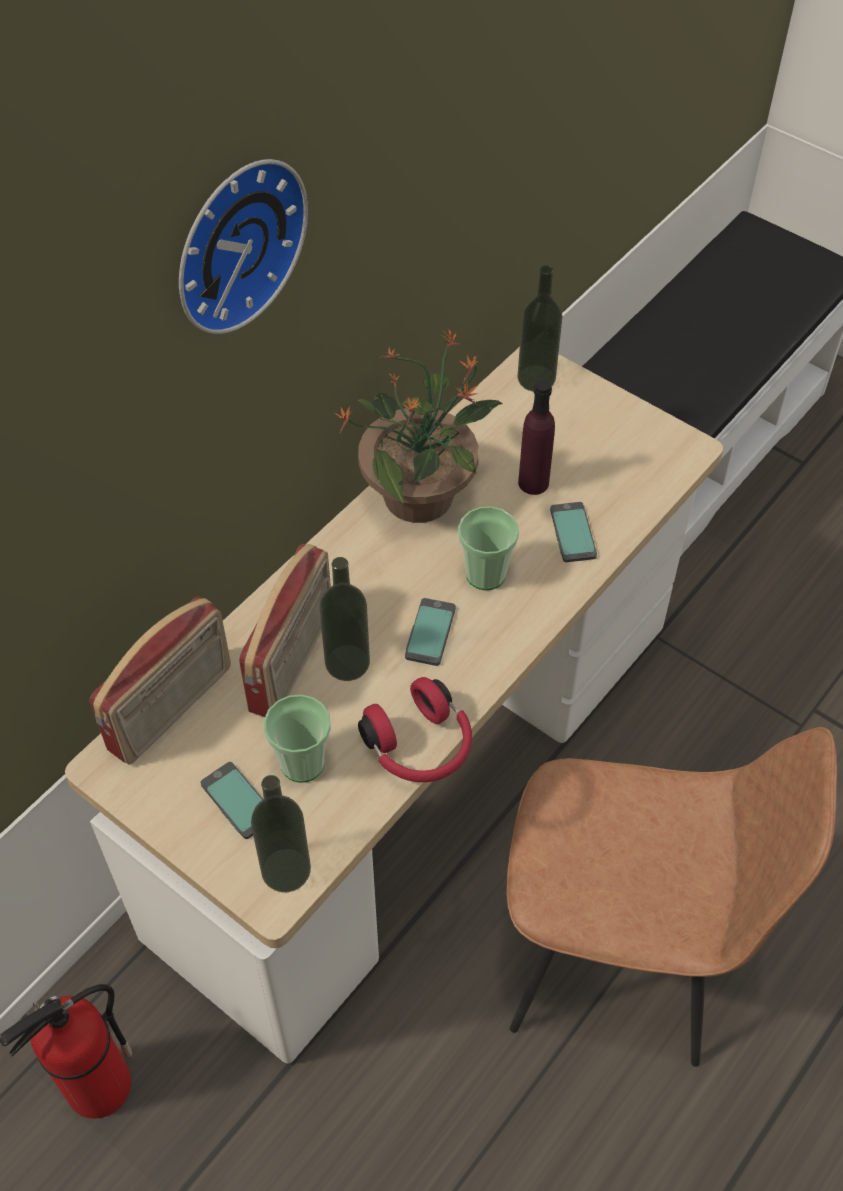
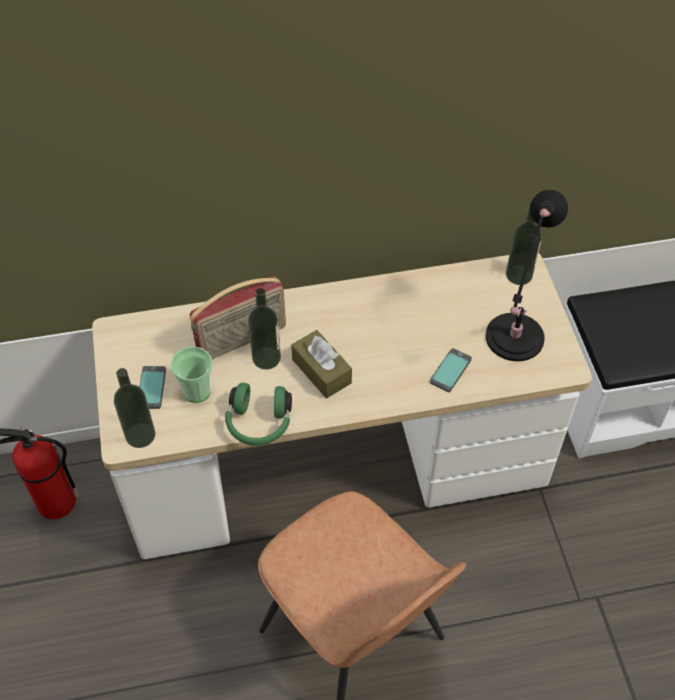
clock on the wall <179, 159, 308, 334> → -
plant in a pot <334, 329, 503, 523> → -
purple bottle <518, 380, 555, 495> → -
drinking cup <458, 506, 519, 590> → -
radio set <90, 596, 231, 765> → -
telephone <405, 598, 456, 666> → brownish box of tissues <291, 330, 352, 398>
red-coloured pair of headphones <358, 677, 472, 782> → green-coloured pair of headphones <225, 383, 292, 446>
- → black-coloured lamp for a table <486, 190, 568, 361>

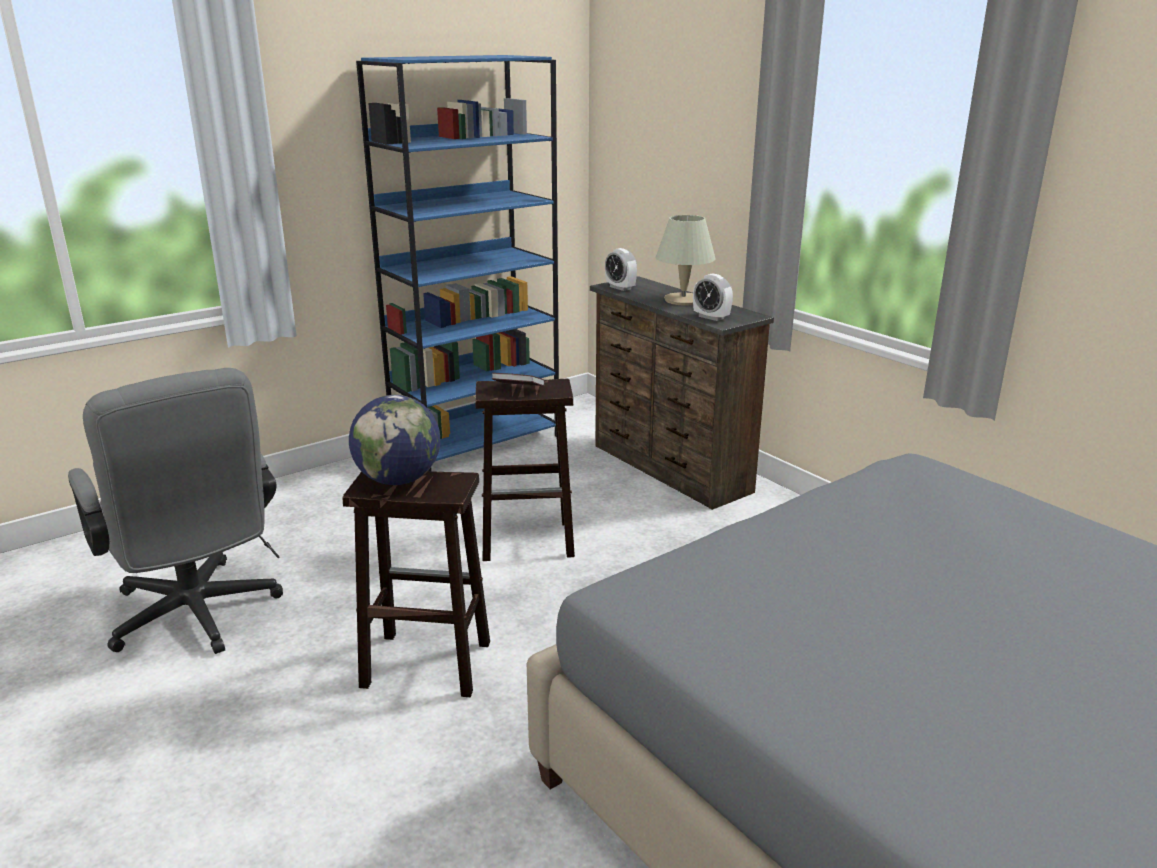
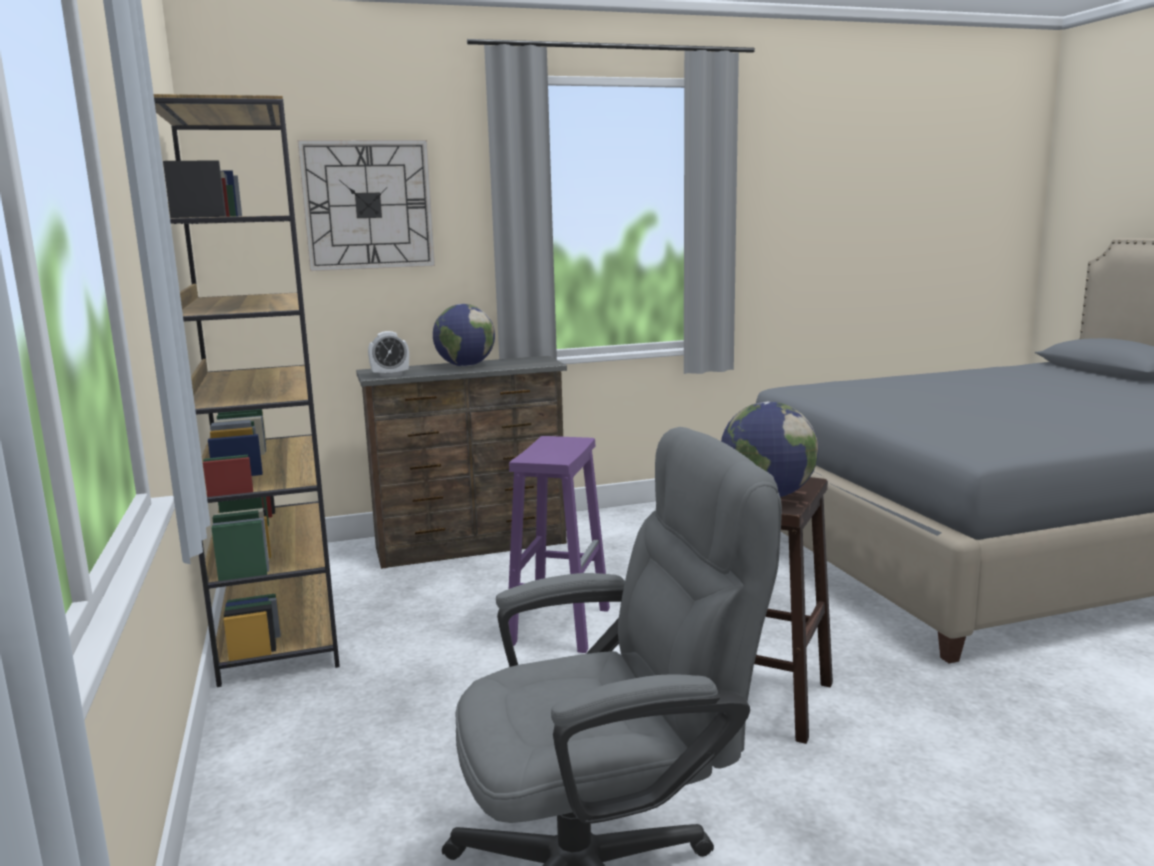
blue-coloured bookshelf <356, 55, 559, 471> → brownish bookshelf <154, 94, 340, 687>
beige lamp for a table <656, 215, 716, 305> → globe <433, 304, 495, 366>
alarm clock <693, 274, 733, 321> → -
bound book <492, 373, 545, 386> → -
brownish stool <475, 379, 575, 561> → purple stool <509, 436, 610, 653>
- → clock on the wall <297, 140, 435, 271>

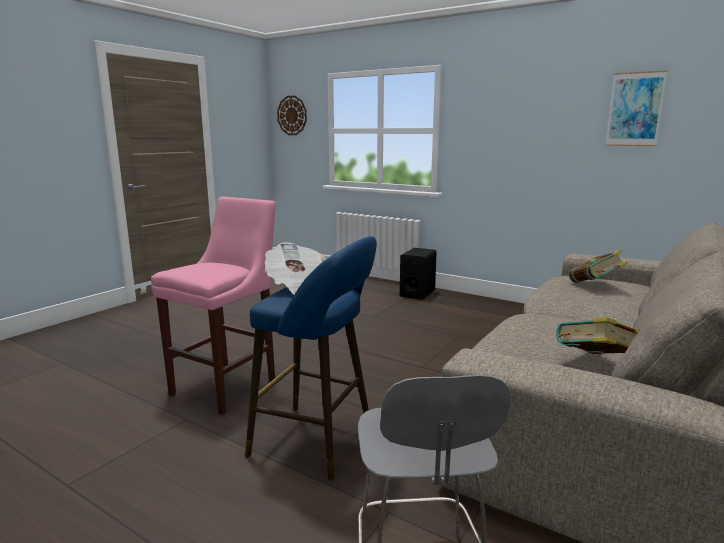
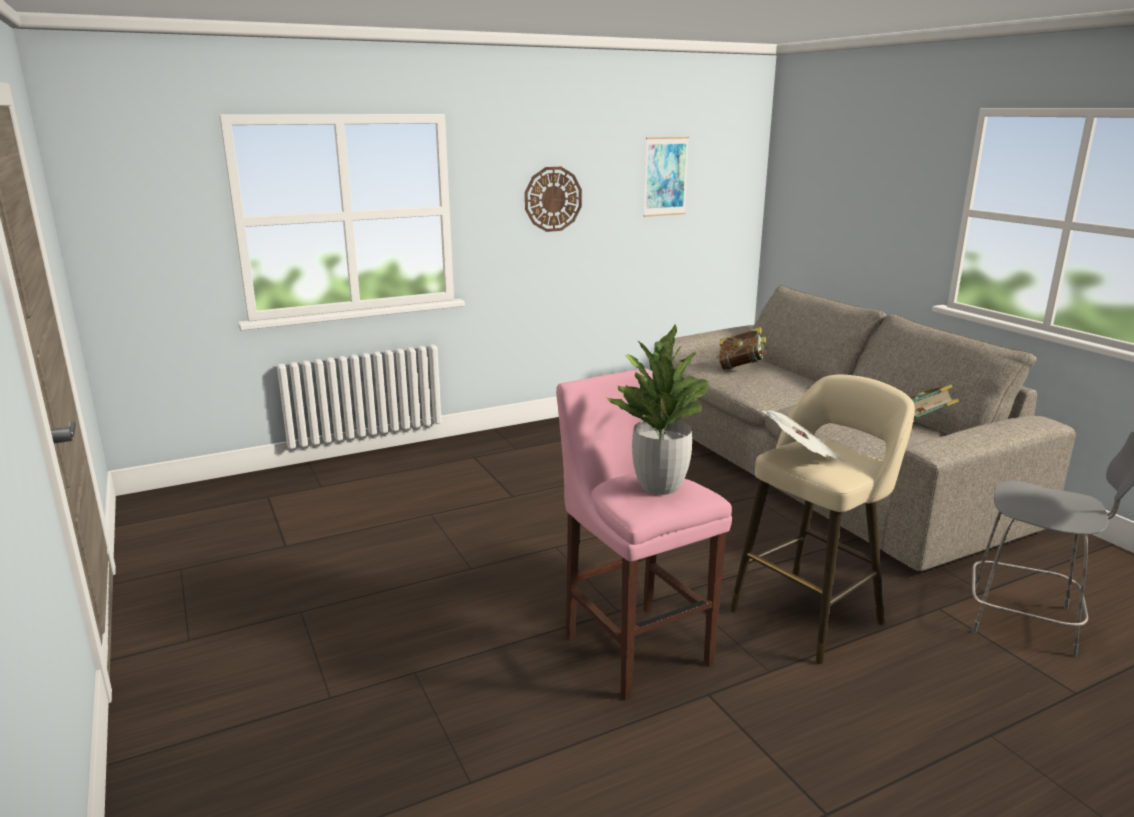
clock on the wall <277, 96, 307, 135> → clock on the wall <525, 167, 582, 232>, move
blue-coloured stool <245, 236, 377, 480> → beige stool <729, 375, 915, 664>
black-coloured loudspeaker <400, 248, 437, 300> → -
- → plant in a pot <605, 324, 710, 495>

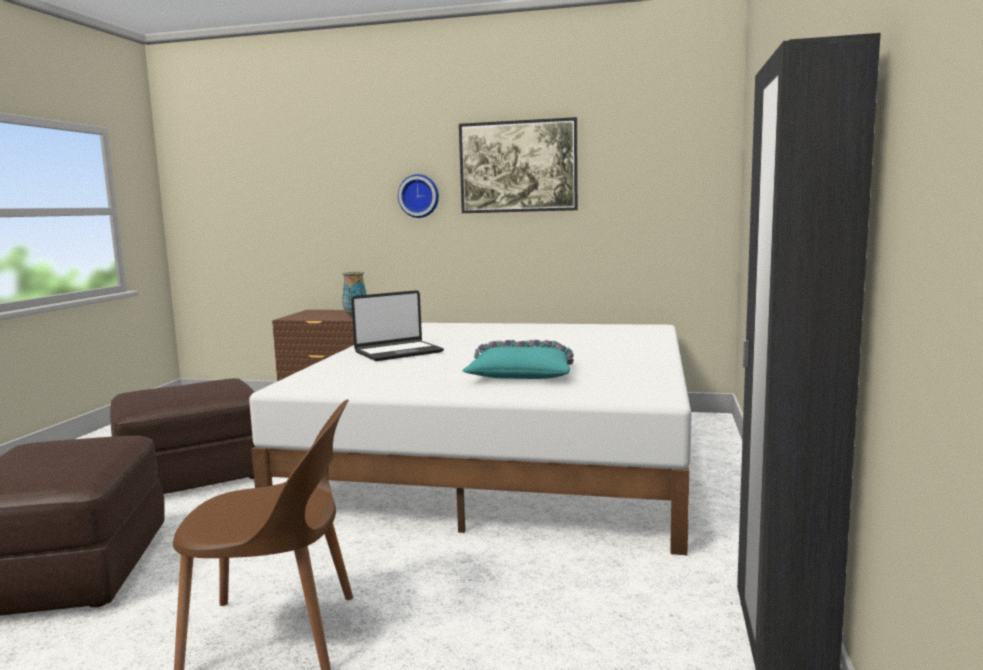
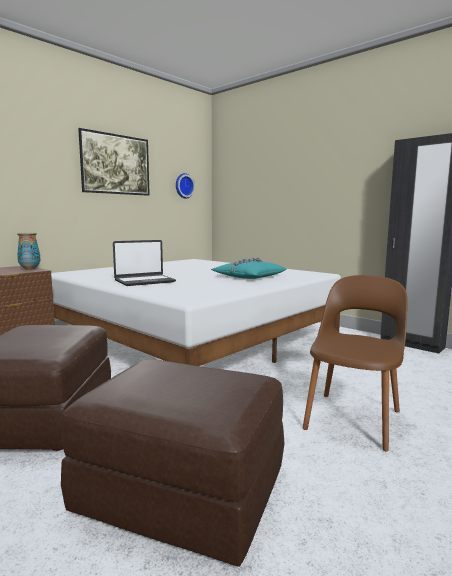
clock on the wall <398, 174, 439, 218> → clock on the wall <176, 173, 195, 199>, move
laptop <351, 290, 444, 361> → laptop <113, 240, 176, 286>, 60 degrees clockwise

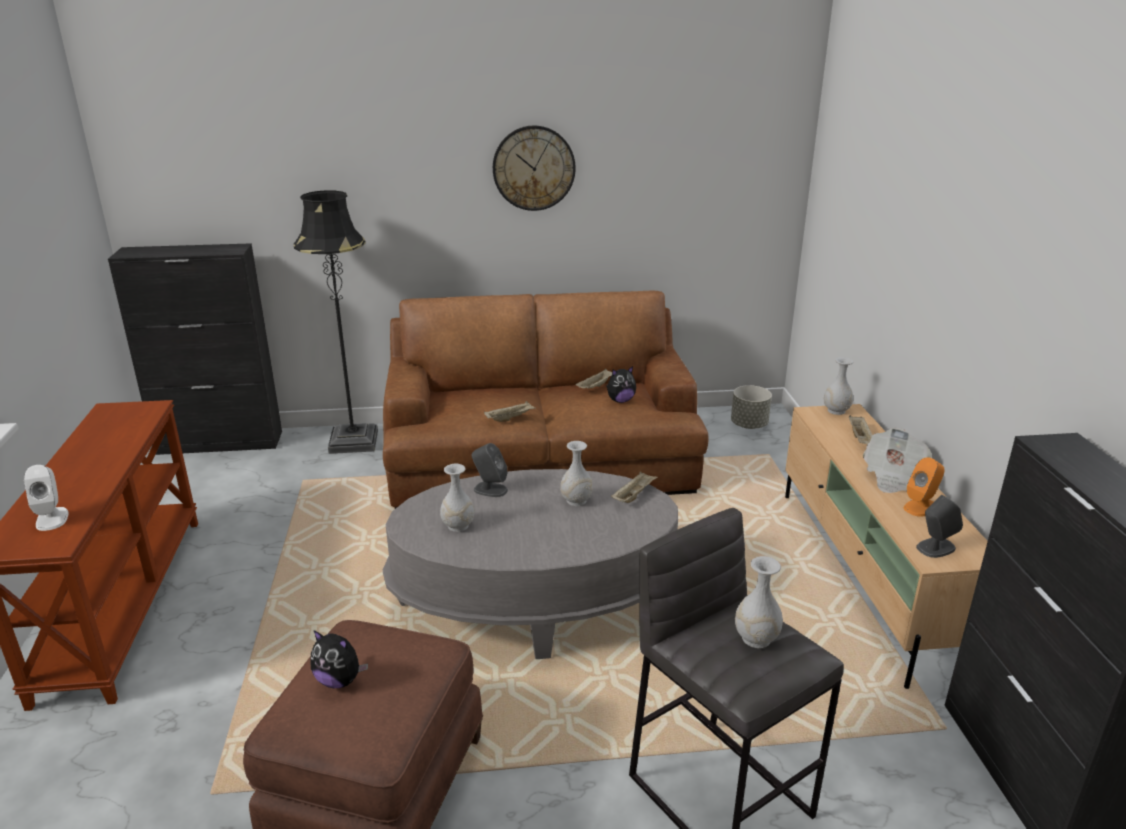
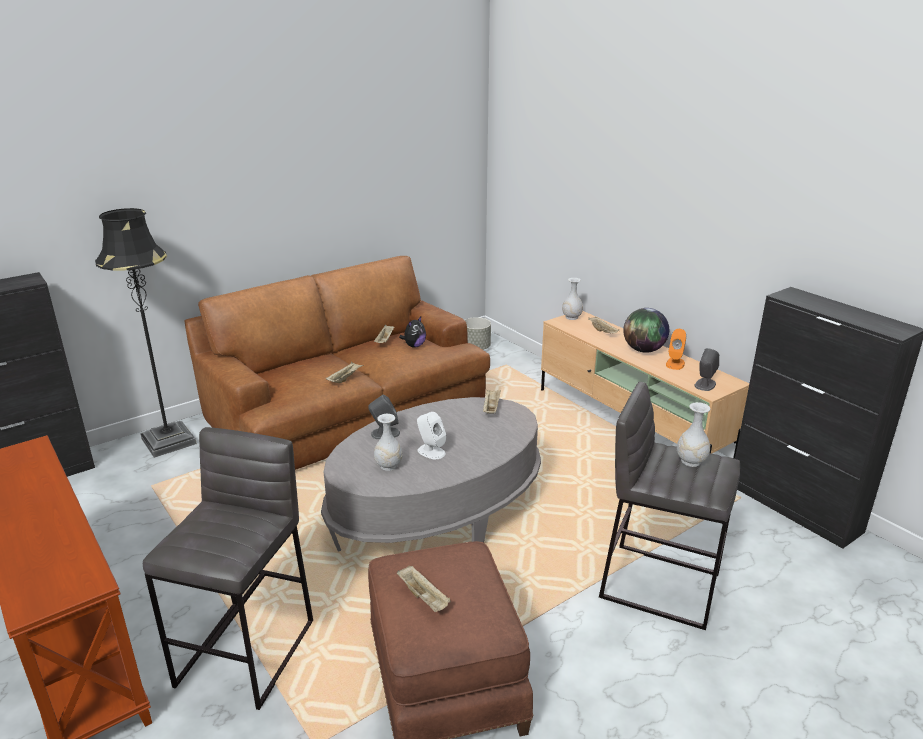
clock on the wall <493, 125, 576, 211> → -
daily paper <863, 428, 932, 493> → globe <623, 308, 669, 353>
whitish decorative vase <560, 441, 593, 506> → -
whitish loudspeaker <24, 465, 69, 531> → whitish loudspeaker <417, 412, 446, 460>, move
soft toy <311, 630, 368, 688> → beige serving tray <397, 566, 451, 612>
- → gray stool <143, 427, 313, 710>

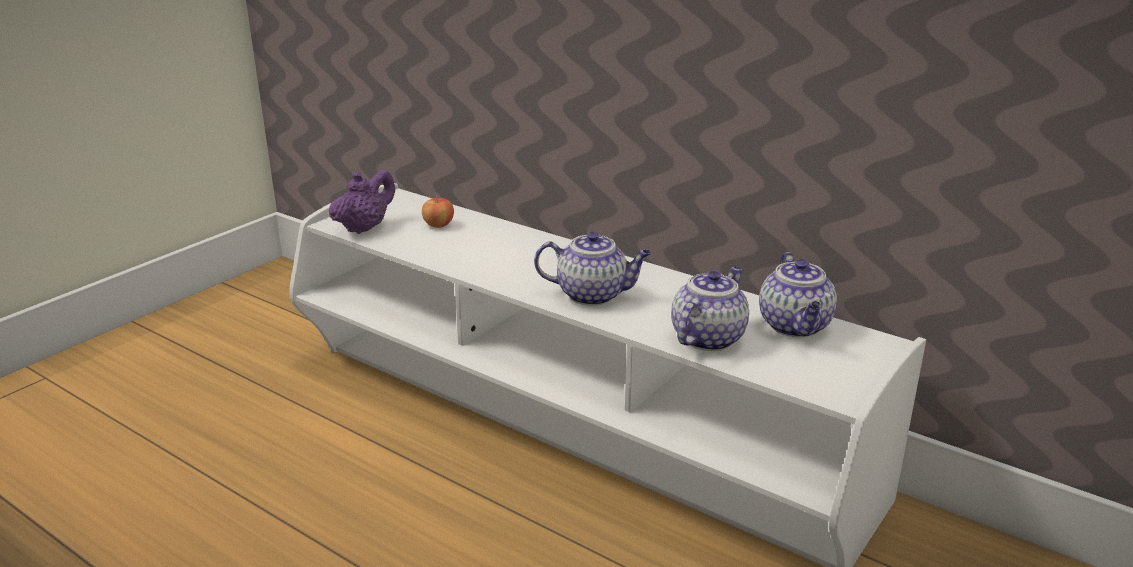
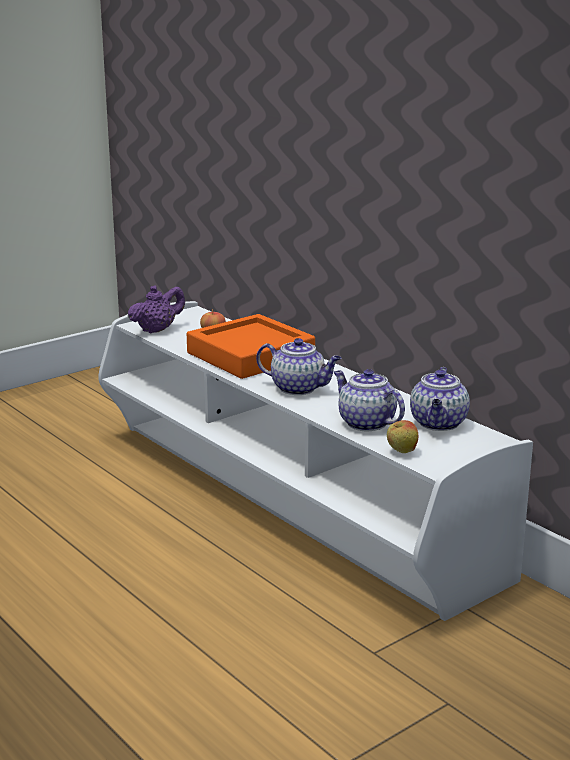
teapot <671, 266, 749, 351> → teapot <334, 369, 405, 431>, 90 degrees counterclockwise
- → orangey serving tray <187, 314, 315, 379>
- → whole apple <387, 420, 418, 453>

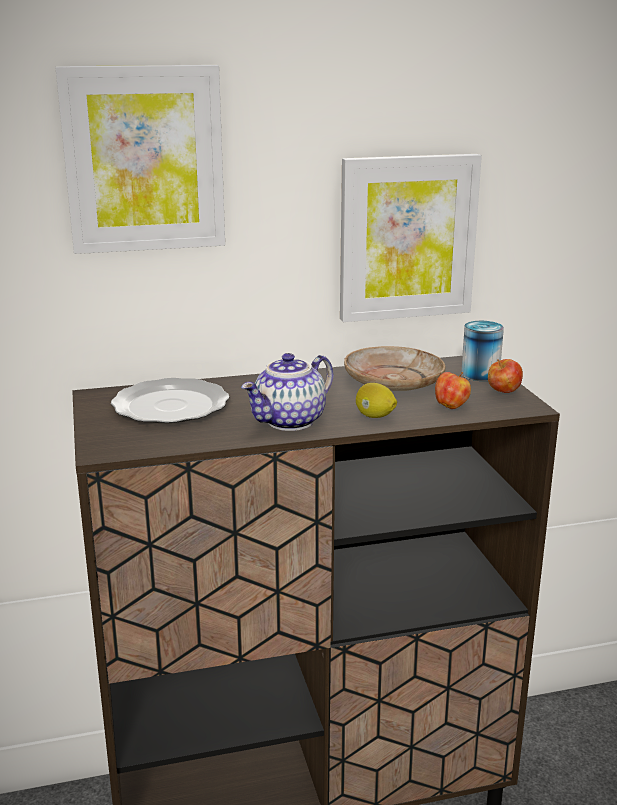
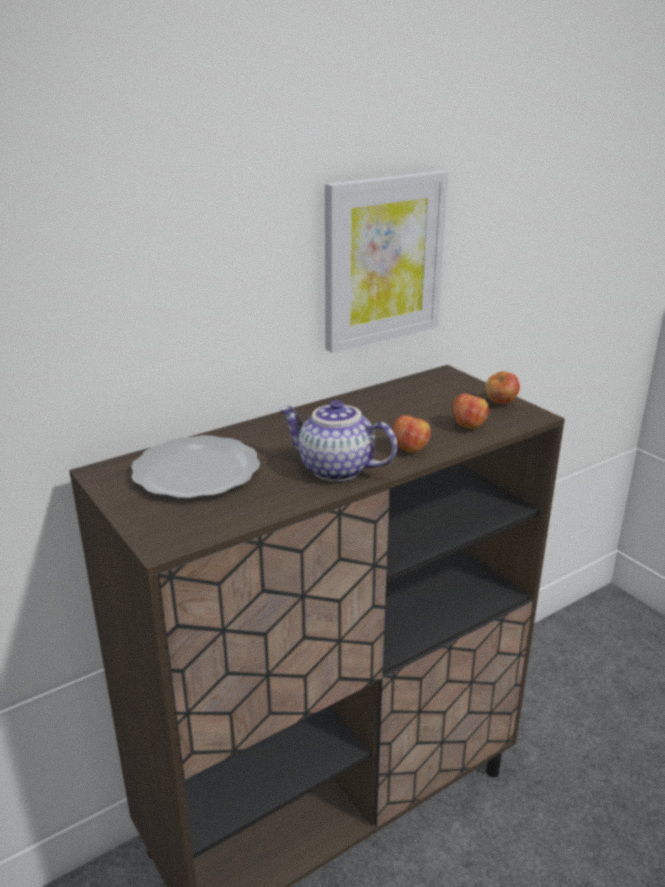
picture <55, 65, 225, 254> → -
metal can <461, 321, 504, 381> → -
beige dinner plate <344, 346, 446, 391> → -
teapot <241, 353, 333, 431> → teapot <279, 400, 397, 482>, 90 degrees clockwise
lemon <356, 383, 397, 418> → whole apple <393, 414, 431, 453>

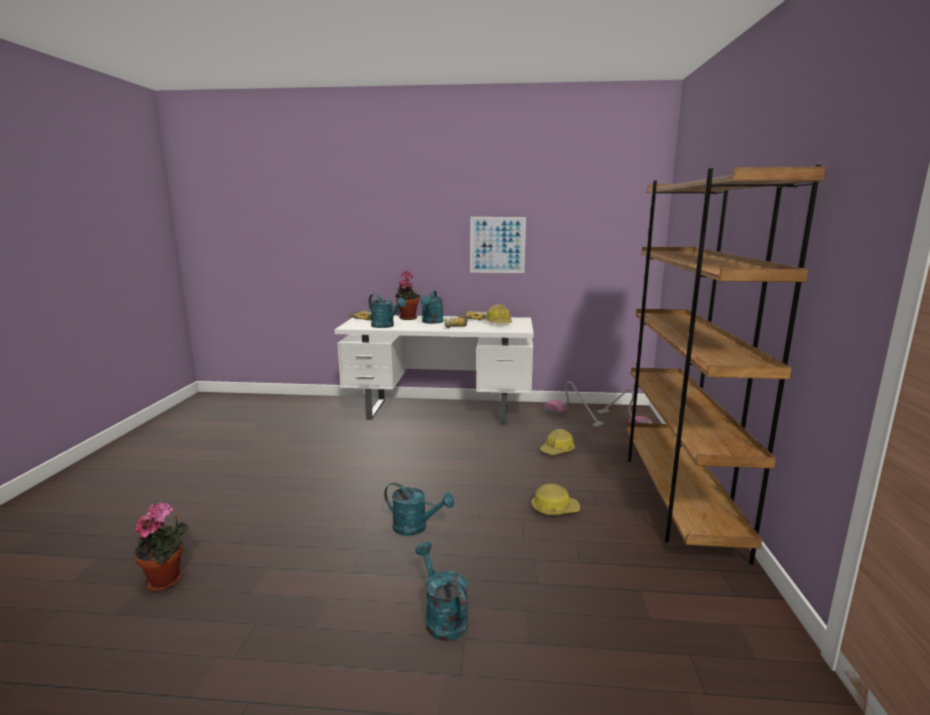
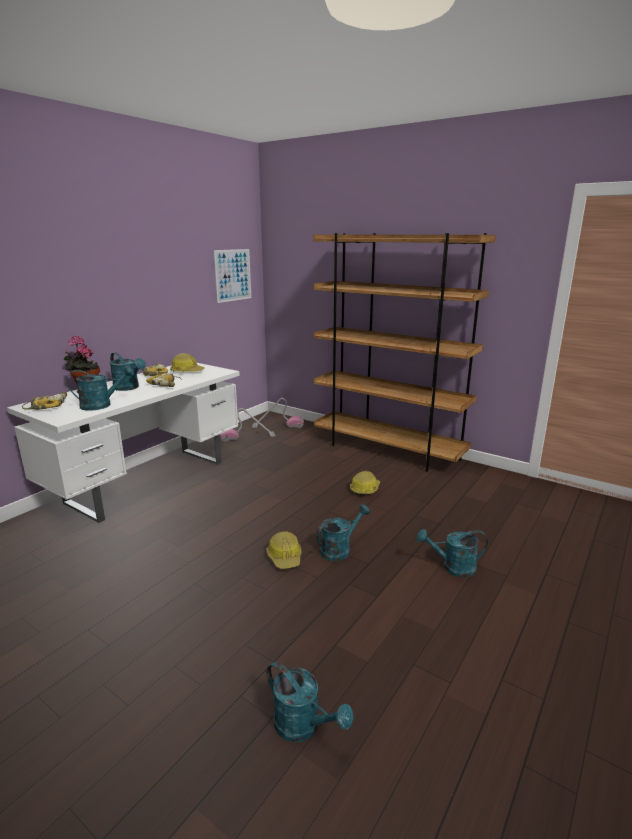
picture <470, 217, 526, 273> → picture <214, 249, 251, 303>, move
hard hat <540, 429, 575, 455> → hard hat <266, 531, 302, 569>, move
plant in a pot <134, 502, 189, 591> → blue-green watering can <267, 661, 354, 742>

